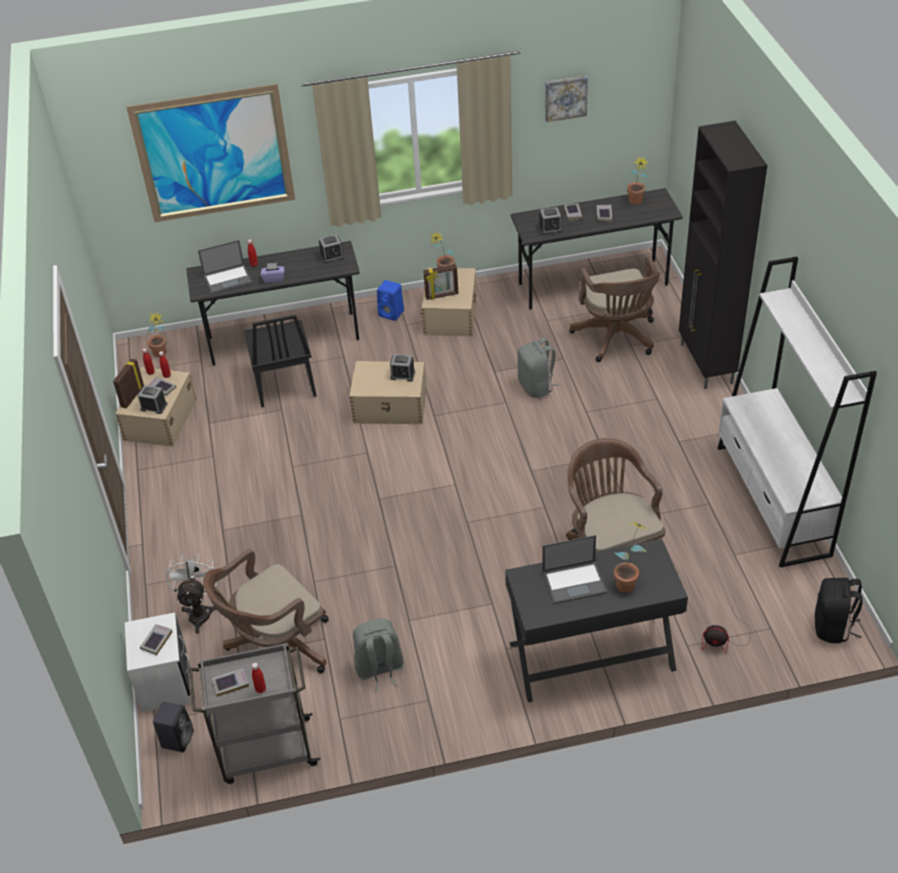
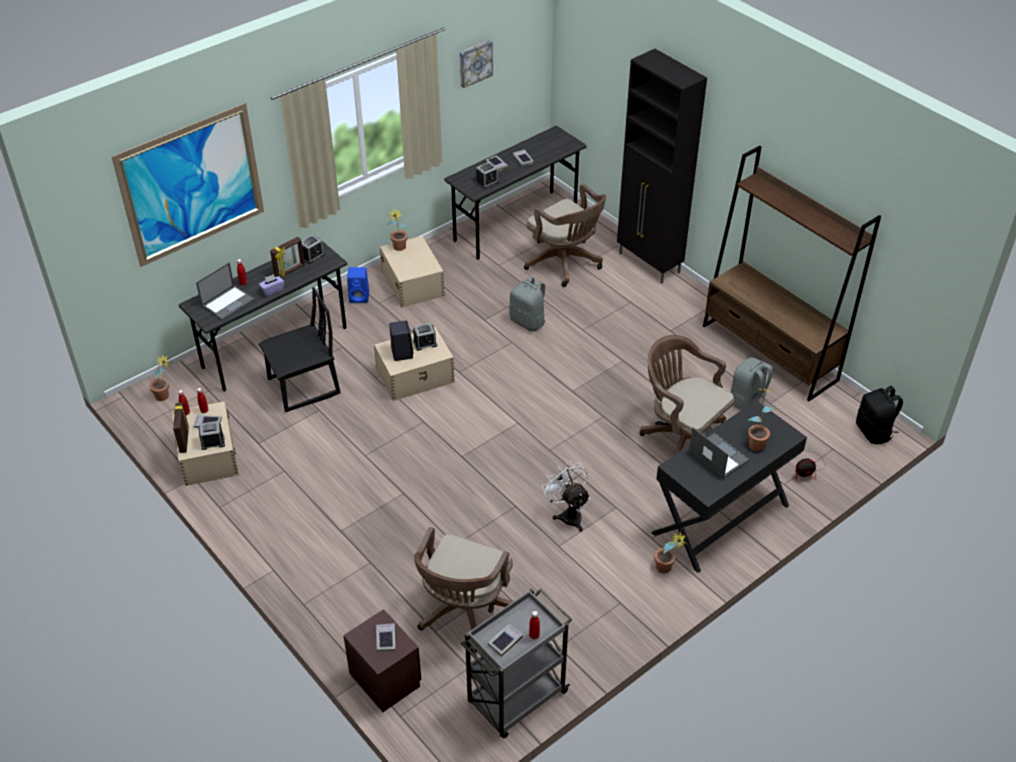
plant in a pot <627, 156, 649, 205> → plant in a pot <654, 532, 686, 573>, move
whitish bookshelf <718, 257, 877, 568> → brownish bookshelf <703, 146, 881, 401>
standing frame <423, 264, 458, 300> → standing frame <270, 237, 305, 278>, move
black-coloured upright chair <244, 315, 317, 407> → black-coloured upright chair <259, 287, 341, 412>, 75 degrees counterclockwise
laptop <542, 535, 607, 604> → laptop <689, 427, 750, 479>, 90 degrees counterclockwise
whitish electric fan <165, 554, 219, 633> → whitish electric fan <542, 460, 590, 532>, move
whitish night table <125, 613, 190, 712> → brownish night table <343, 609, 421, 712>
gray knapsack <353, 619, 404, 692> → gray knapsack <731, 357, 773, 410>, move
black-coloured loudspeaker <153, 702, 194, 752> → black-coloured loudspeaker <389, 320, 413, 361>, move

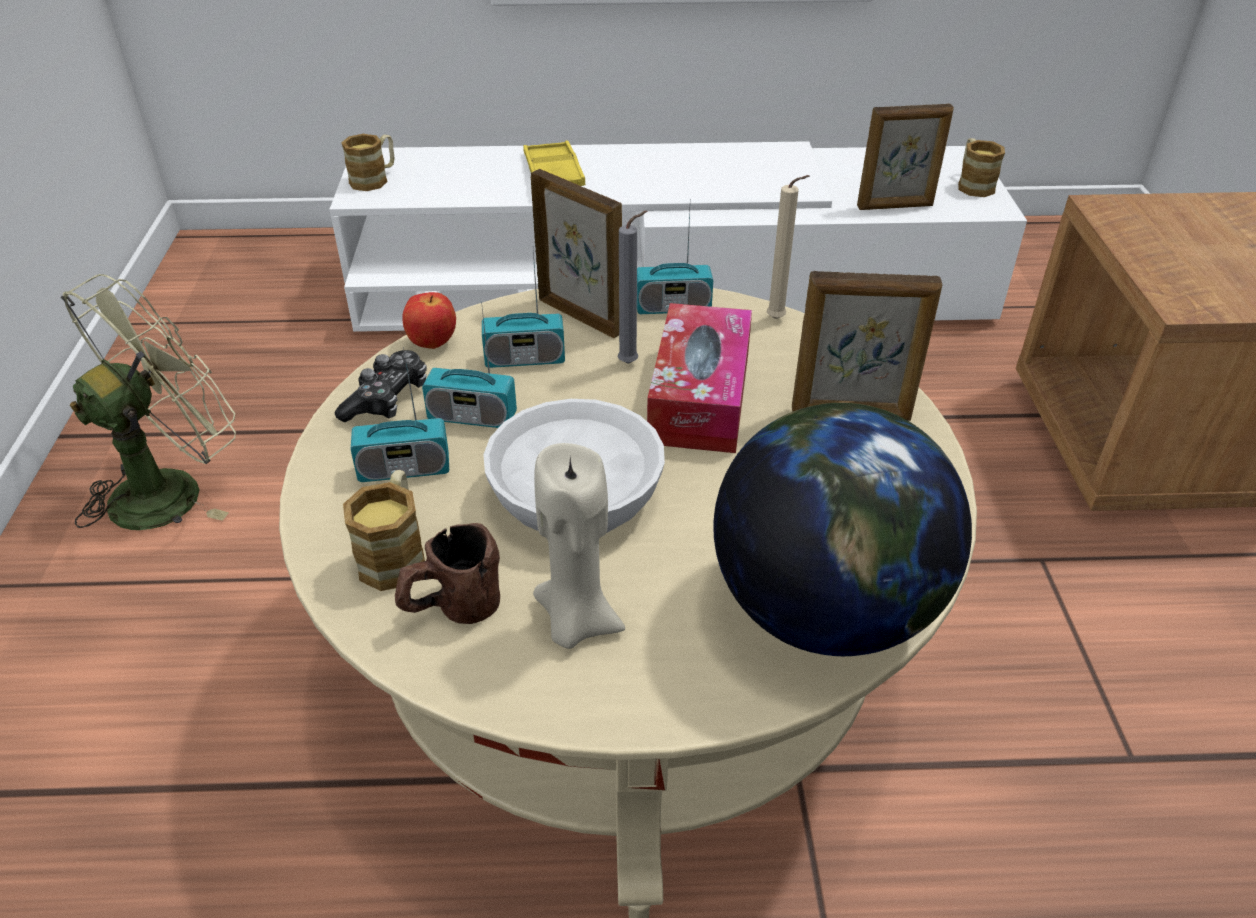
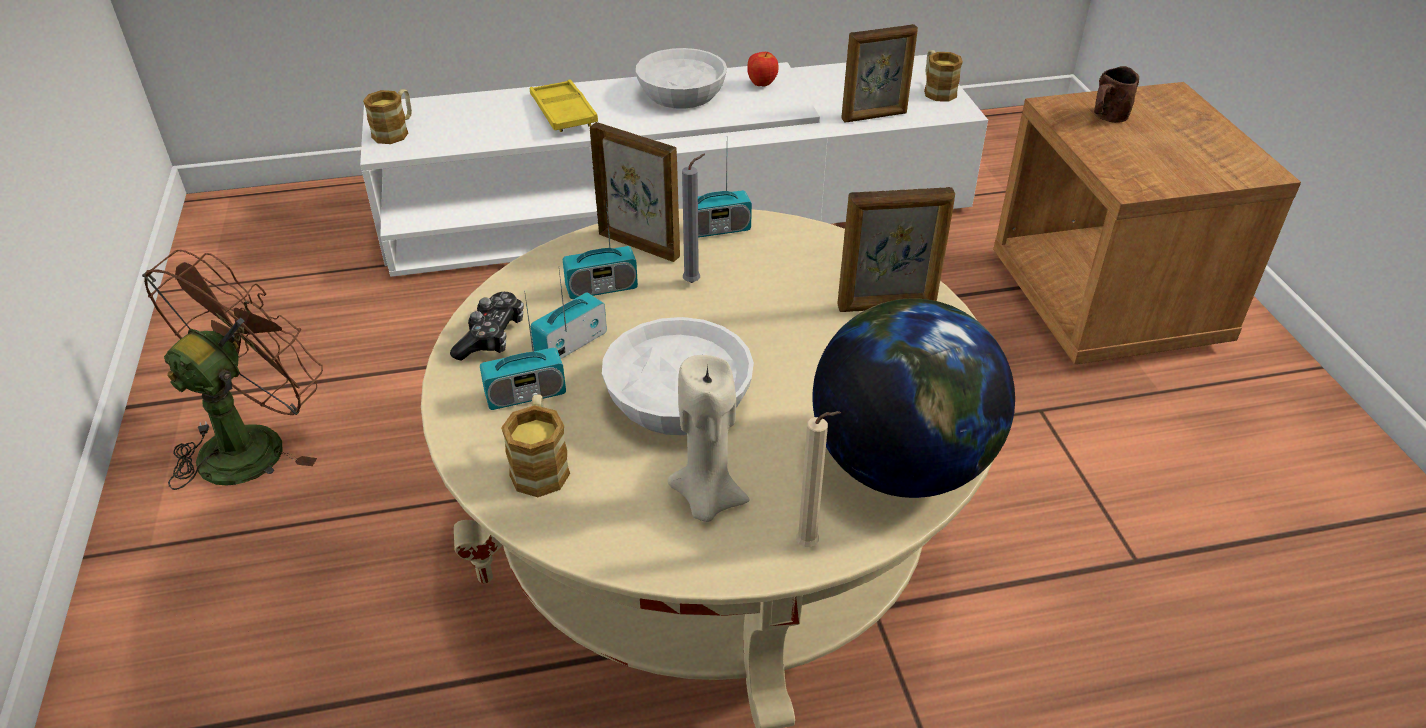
beige candle <767, 175, 809, 319> → beige candle <796, 411, 841, 547>, move
green-coloured electric fan <61, 274, 236, 530> → brownish electric fan <142, 250, 323, 490>
whole apple <402, 292, 456, 349> → whole apple <747, 52, 779, 87>, move
radio set <422, 302, 517, 428> → radio set <531, 271, 607, 359>, 135 degrees clockwise
box of tissues <647, 303, 752, 453> → -
brownish tea mug <395, 523, 500, 624> → brownish tea mug <1094, 66, 1139, 123>, move
- → whitish deep dish <636, 48, 727, 109>

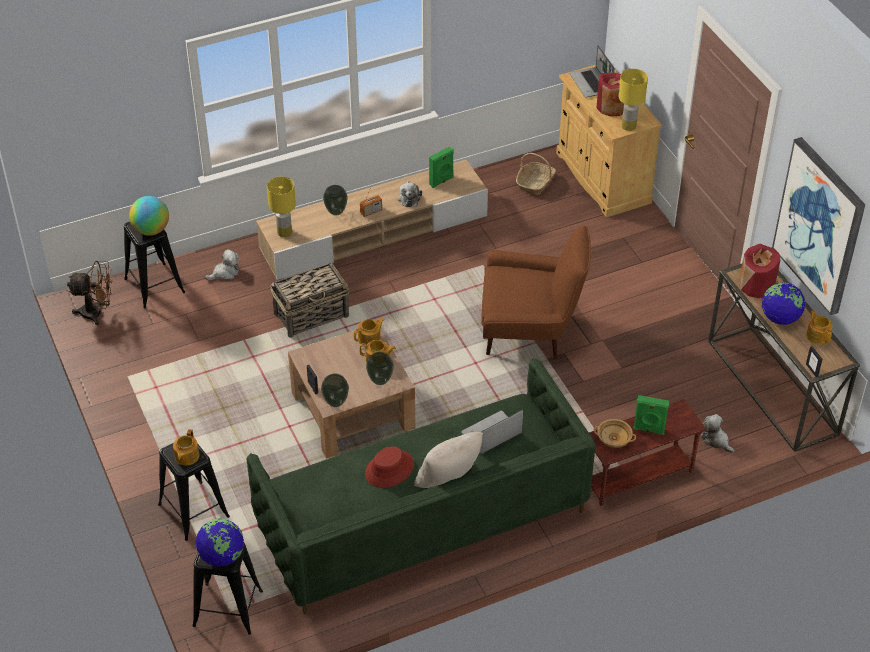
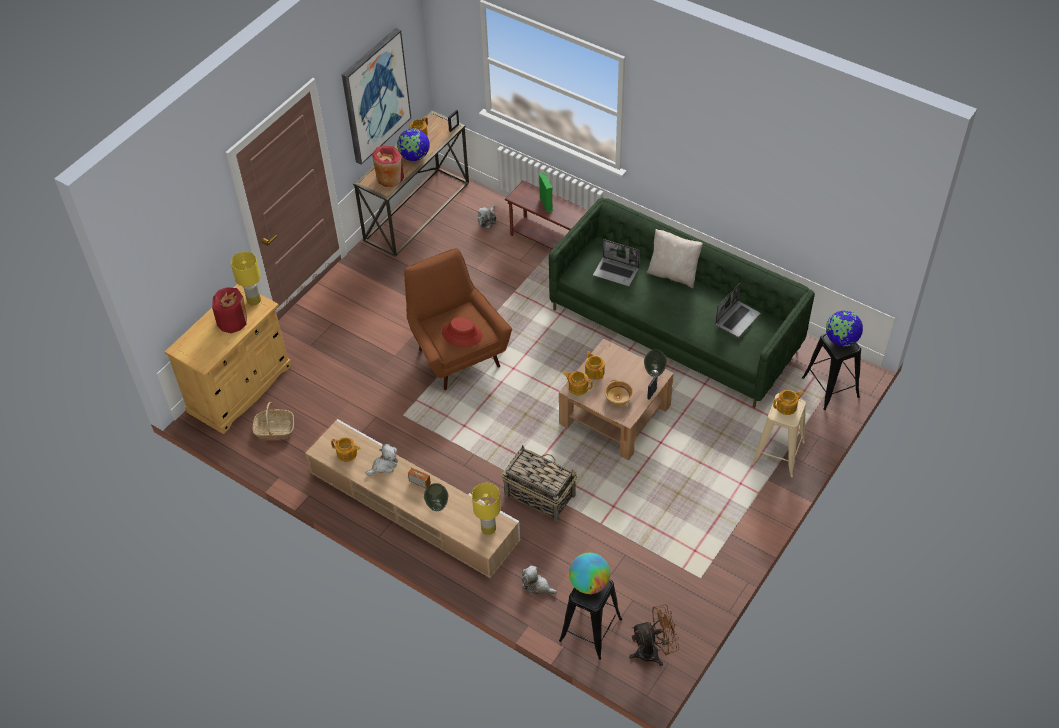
laptop <569, 45, 615, 98> → laptop <715, 283, 760, 337>, move
green-coloured loudspeaker <429, 146, 454, 188> → teapot <331, 437, 360, 462>
brownish electric fan <67, 261, 113, 325> → brownish electric fan <629, 604, 679, 666>, 105 degrees clockwise
decorative vase <366, 352, 394, 385> → -
beige deep dish <594, 419, 636, 448> → beige deep dish <604, 379, 634, 407>, move
black-coloured stool <158, 443, 230, 541> → beige stool <752, 393, 806, 477>
red-coloured hat <365, 446, 414, 488> → red-coloured hat <442, 317, 483, 347>, move

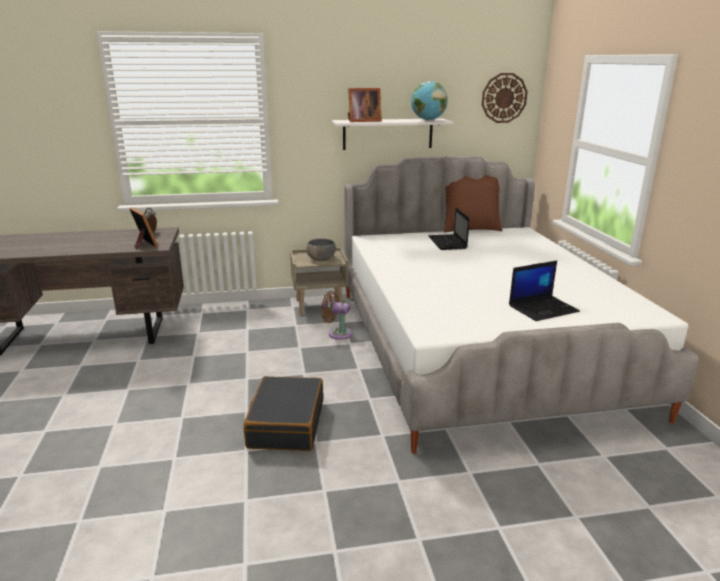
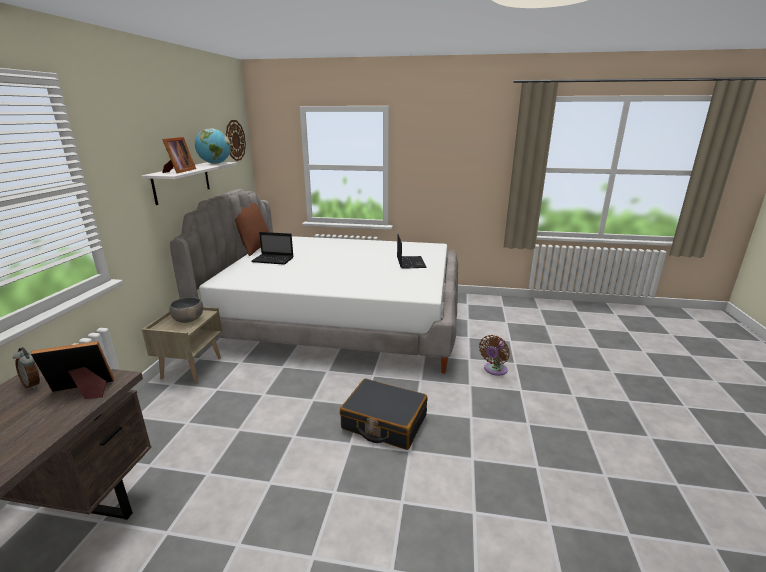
brownish electric fan <321, 291, 353, 340> → brownish electric fan <479, 335, 510, 376>, move

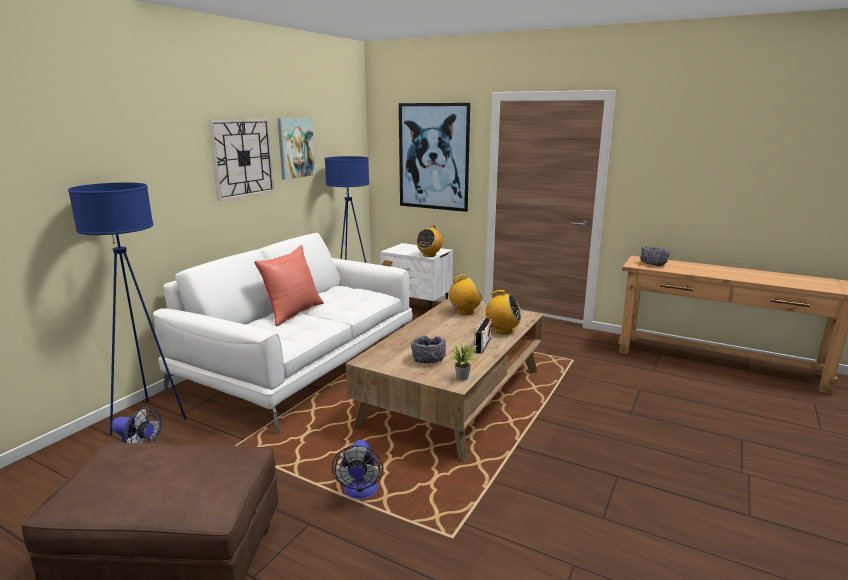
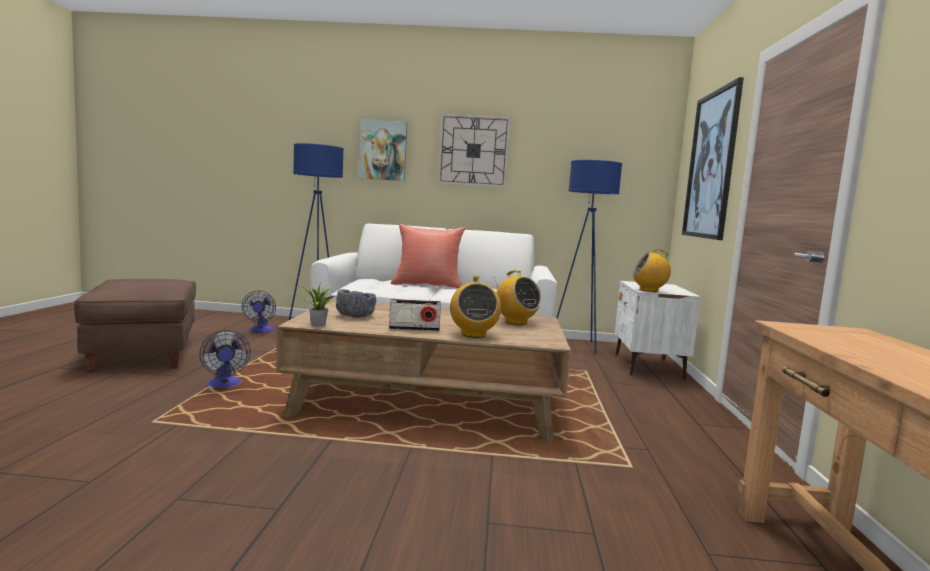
picture <277, 118, 316, 180> → picture <358, 119, 407, 181>, move
gray deep dish <640, 246, 670, 266> → -
electric fan <332, 440, 384, 499> → electric fan <199, 330, 251, 388>, 90 degrees counterclockwise

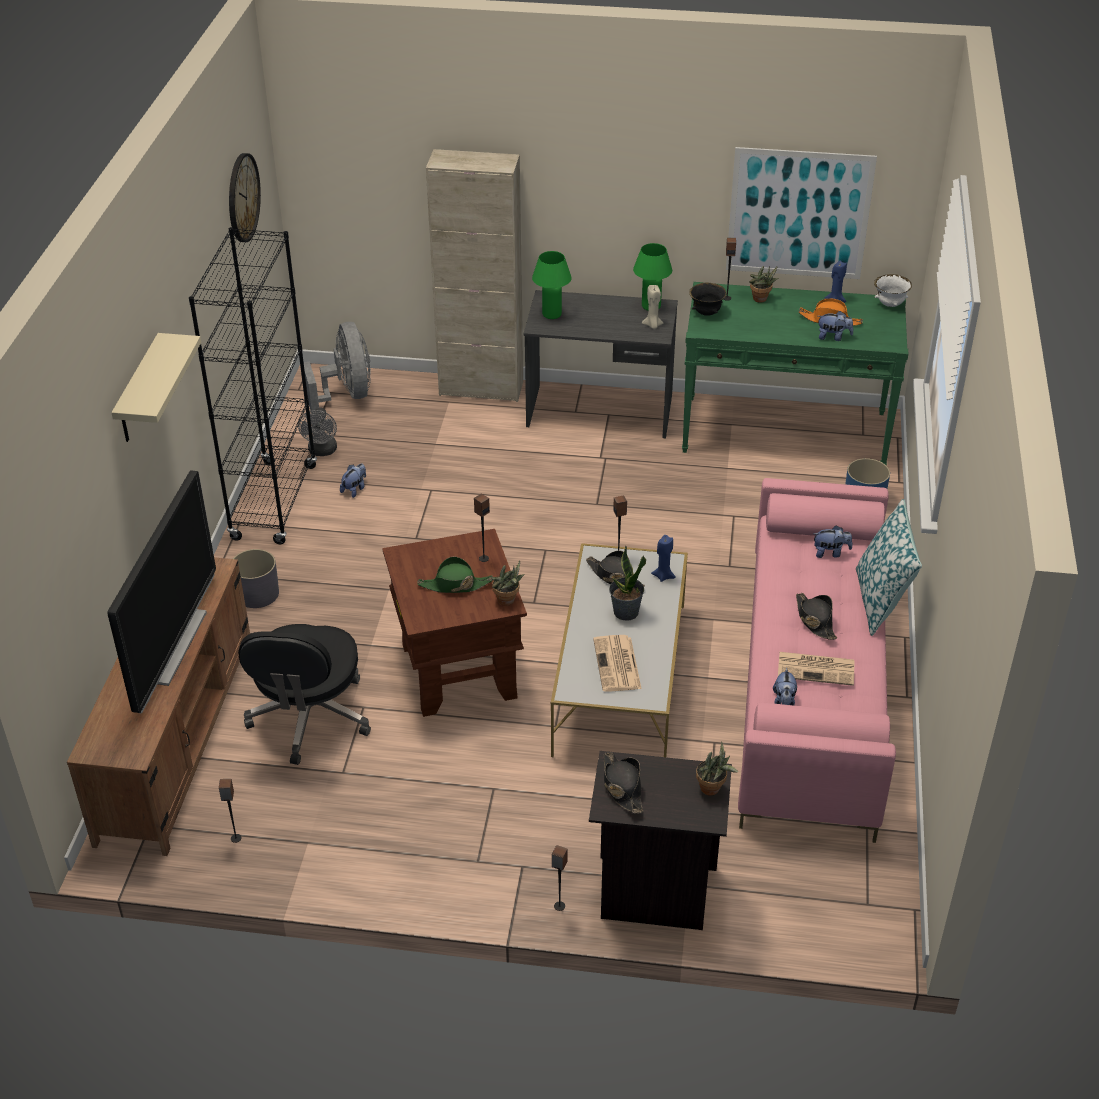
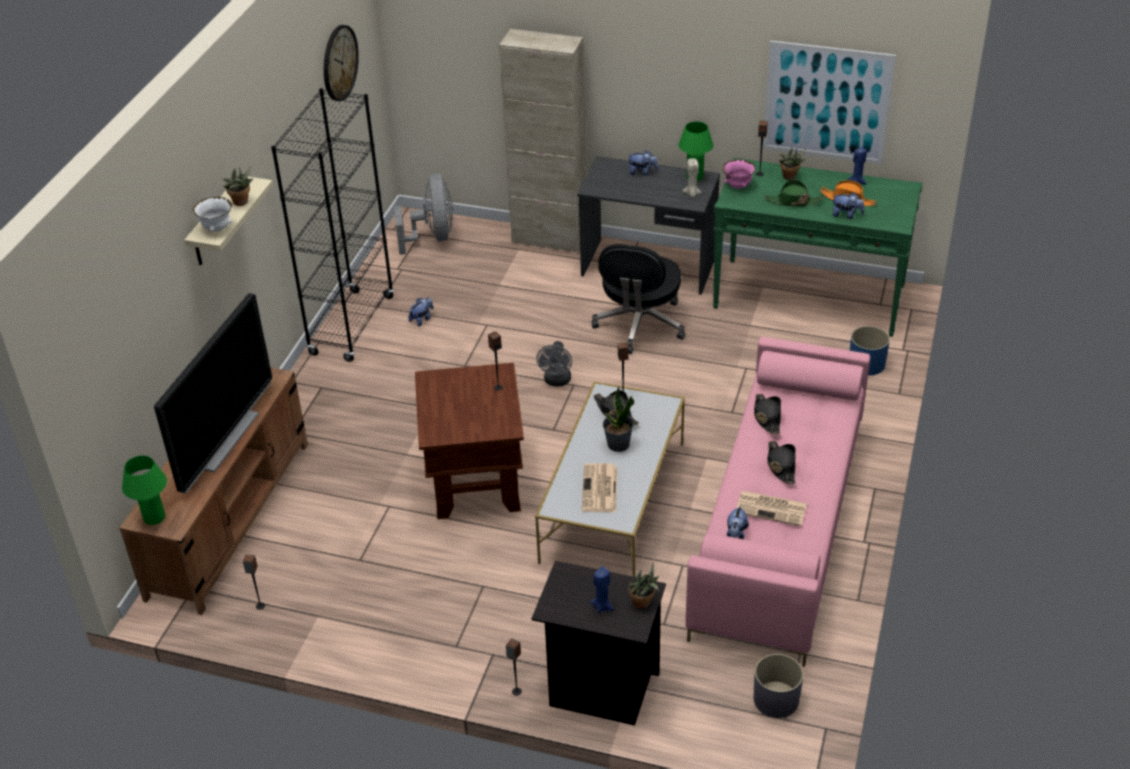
green-coloured lamp for a table <532, 251, 572, 319> → green-coloured lamp for a table <122, 455, 167, 525>, move
whitish deep dish <874, 274, 912, 307> → whitish deep dish <192, 197, 232, 232>, move
black-coloured deep dish <689, 283, 727, 316> → pinkish deep dish <722, 159, 756, 189>
gray electric fan <298, 407, 337, 456> → gray electric fan <536, 341, 572, 386>, move
pillow <856, 499, 922, 636> → -
soft toy <813, 525, 852, 558> → soft toy <628, 150, 658, 176>, move
blue-coloured candle <651, 535, 676, 582> → blue-coloured candle <590, 566, 614, 613>, move
gray plant pot <233, 549, 279, 608> → gray plant pot <753, 654, 803, 718>, move
green-coloured hat <417, 557, 493, 593> → green-coloured hat <765, 179, 823, 207>, move
plant in a pot <491, 560, 525, 606> → plant in a pot <223, 166, 254, 206>, move
black-coloured office chair <238, 624, 371, 765> → black-coloured office chair <591, 244, 686, 354>, move
black-coloured hat <604, 752, 643, 814> → black-coloured hat <754, 394, 781, 434>, move

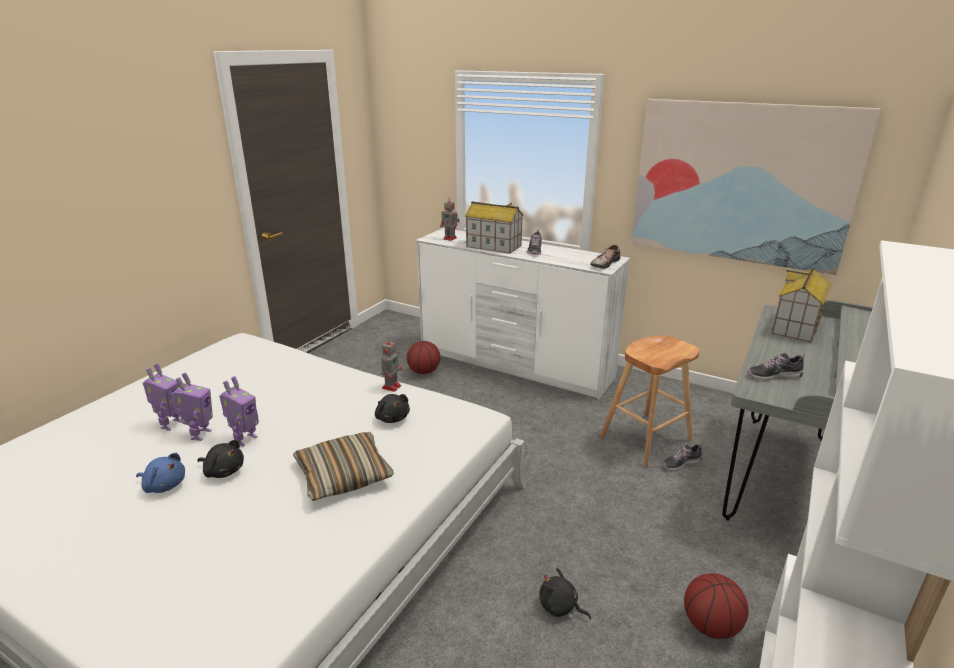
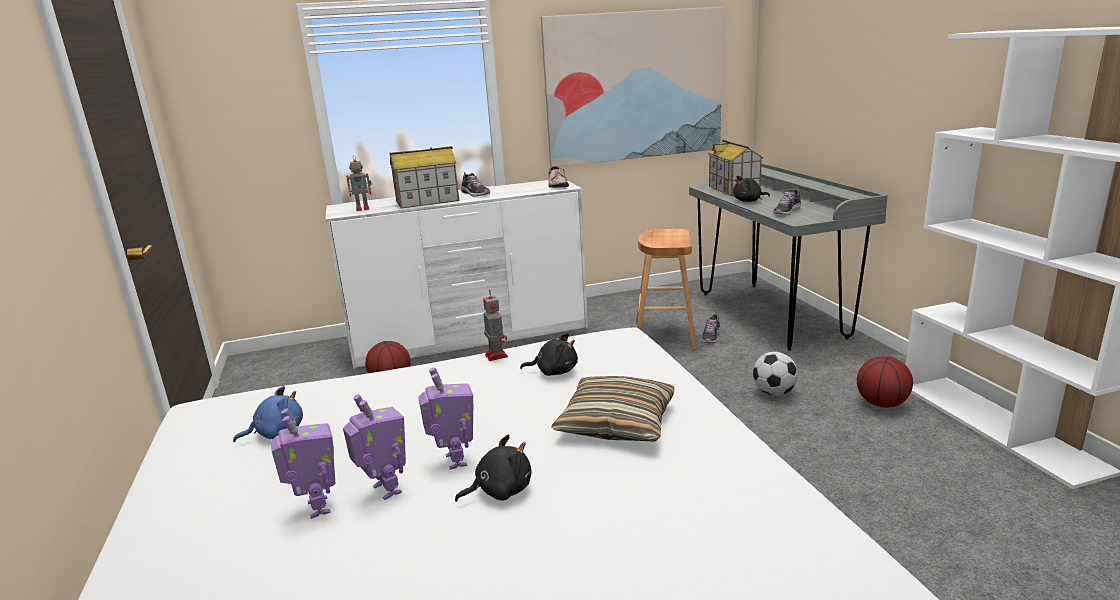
blue-coloured soft toy <136, 453, 185, 493> → blue-coloured soft toy <233, 386, 303, 442>, move
black-coloured soft toy <539, 568, 591, 619> → black-coloured soft toy <733, 176, 770, 202>, move
- → ball for football <753, 352, 798, 396>

